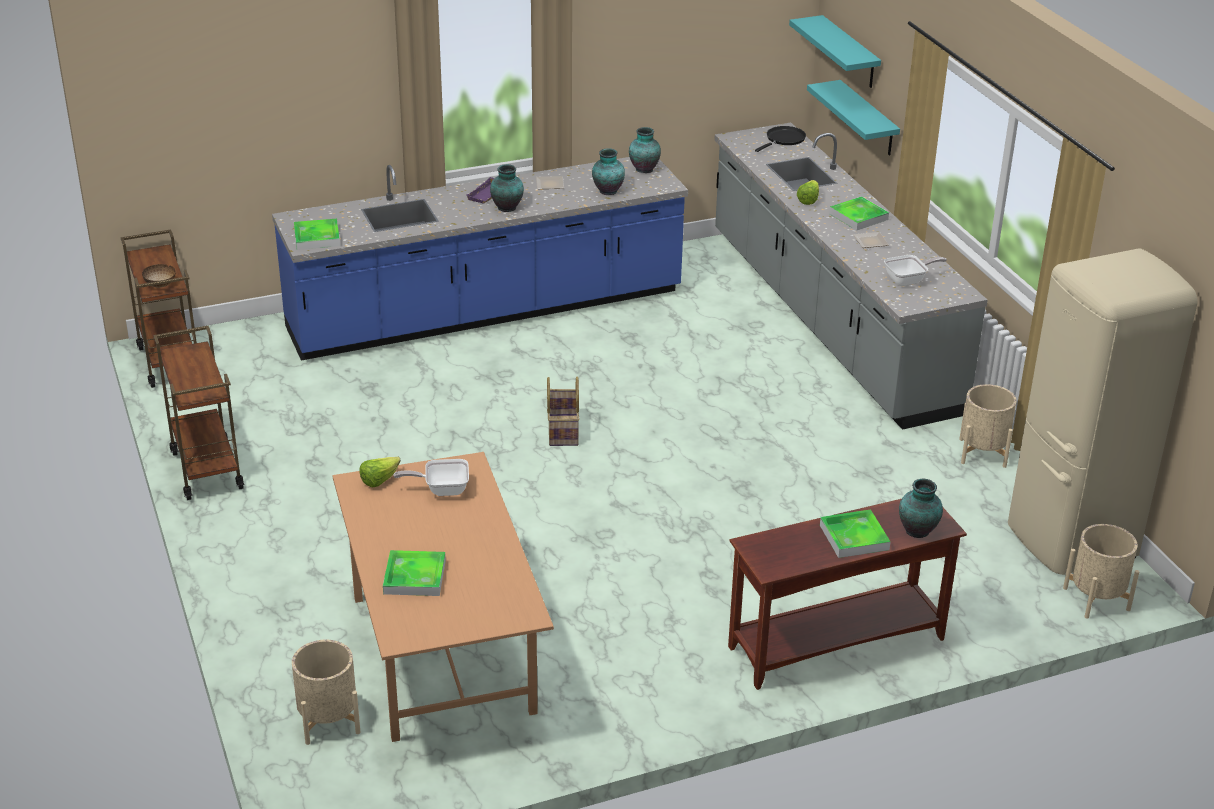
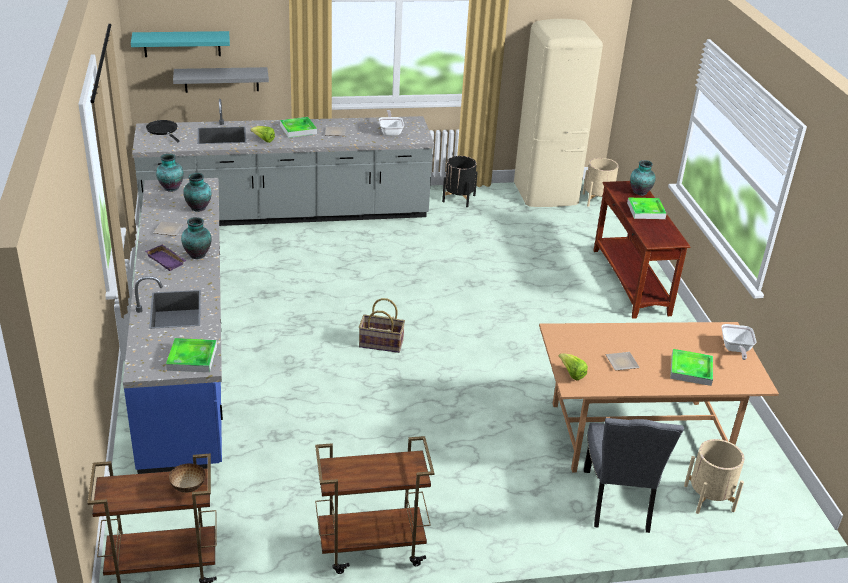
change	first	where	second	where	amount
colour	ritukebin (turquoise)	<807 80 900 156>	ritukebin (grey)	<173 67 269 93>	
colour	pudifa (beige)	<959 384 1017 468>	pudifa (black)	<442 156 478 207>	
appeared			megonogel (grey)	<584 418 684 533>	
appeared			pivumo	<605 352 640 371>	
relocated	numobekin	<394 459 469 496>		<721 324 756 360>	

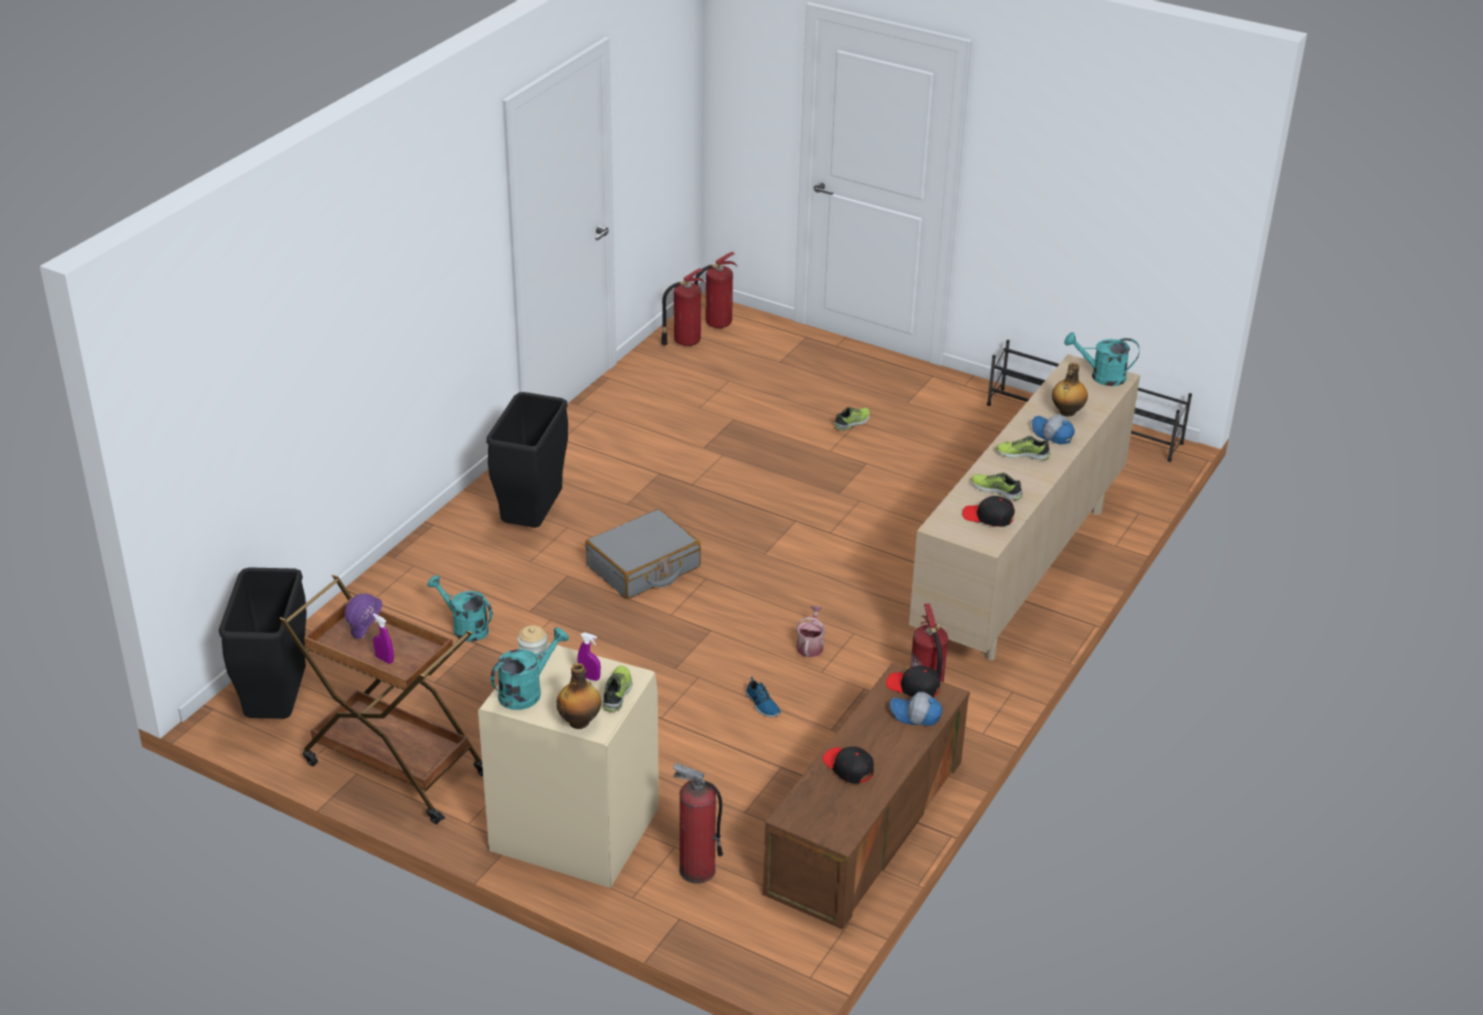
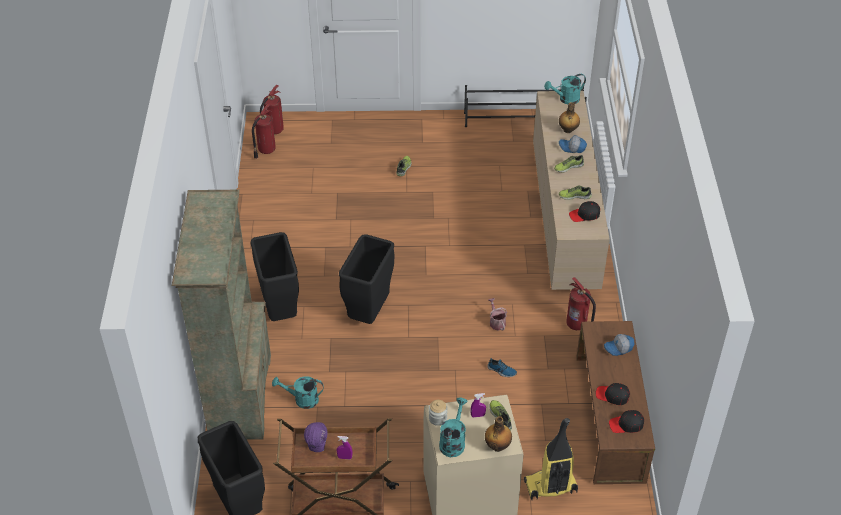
change	first	where	second	where	amount
appeared			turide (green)	<172 190 271 440>	
exchanged	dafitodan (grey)	<585 509 701 599>	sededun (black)	<339 234 394 324>	
exchanged	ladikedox	<673 763 723 884>	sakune	<524 418 578 500>	
relocated	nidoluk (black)	<886 665 940 697>		<609 410 644 433>	

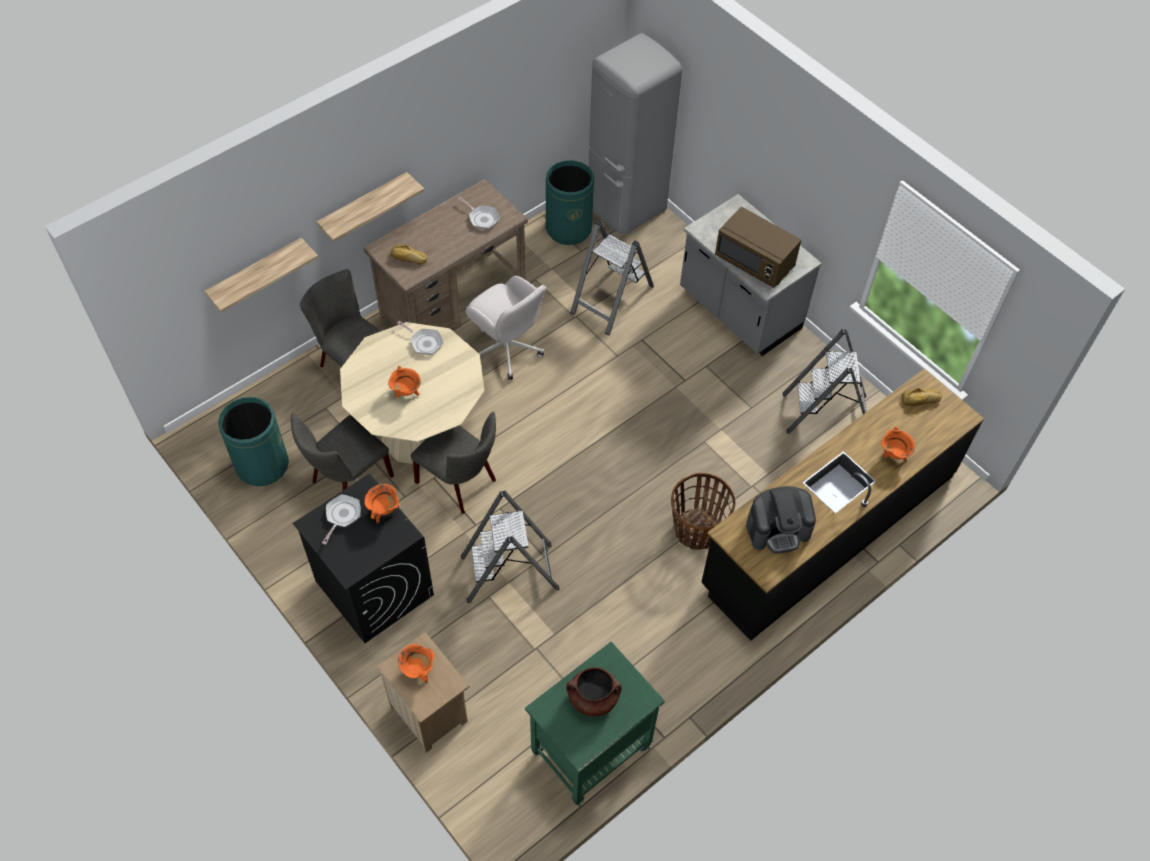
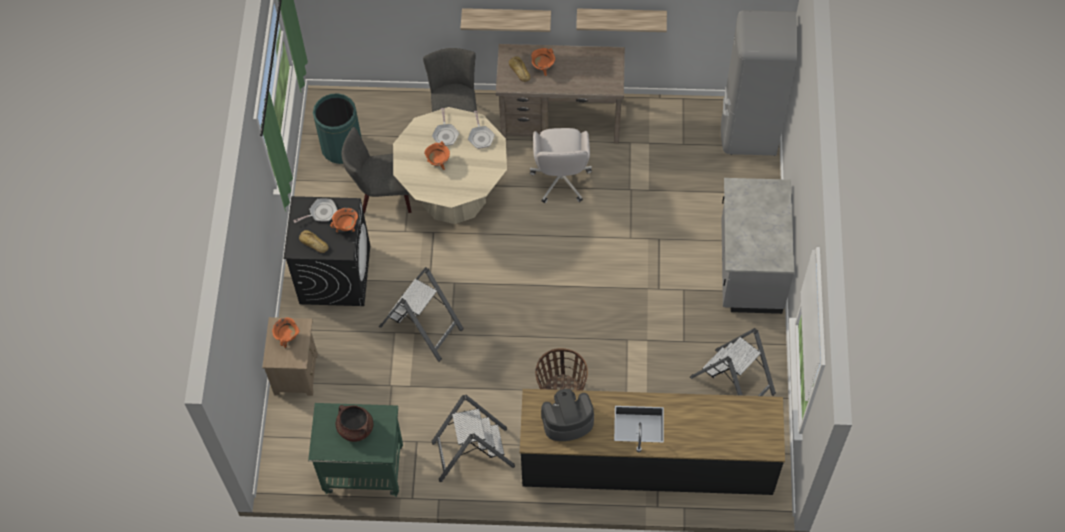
change	first	where	second	where	amount
relocated	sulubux	<902 388 942 406>		<299 230 329 253>	
relocated	numobekin	<457 197 500 230>		<432 108 459 146>	
relocated	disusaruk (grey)	<570 220 654 336>		<432 395 515 482>	
relocated	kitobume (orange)	<881 426 915 462>		<531 48 555 76>	
spun	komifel	<746 486 816 553>		<541 389 594 441>	135 degrees clockwise
relocated	ritukebin	<204 238 318 312>		<576 9 667 32>	
missing	megonogel (grey)	<410 412 496 514>			
missing	sededun (green)	<546 160 594 245>			
missing	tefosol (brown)	<715 207 801 288>			

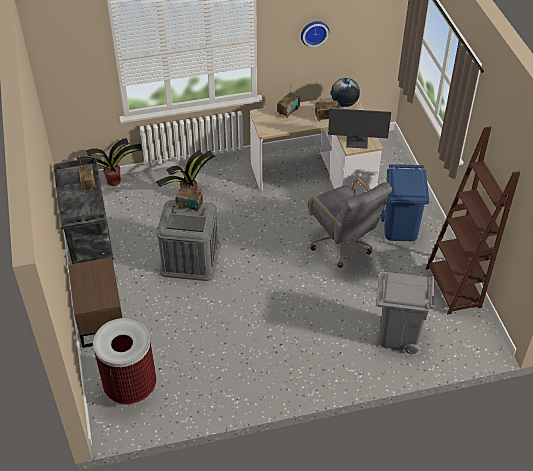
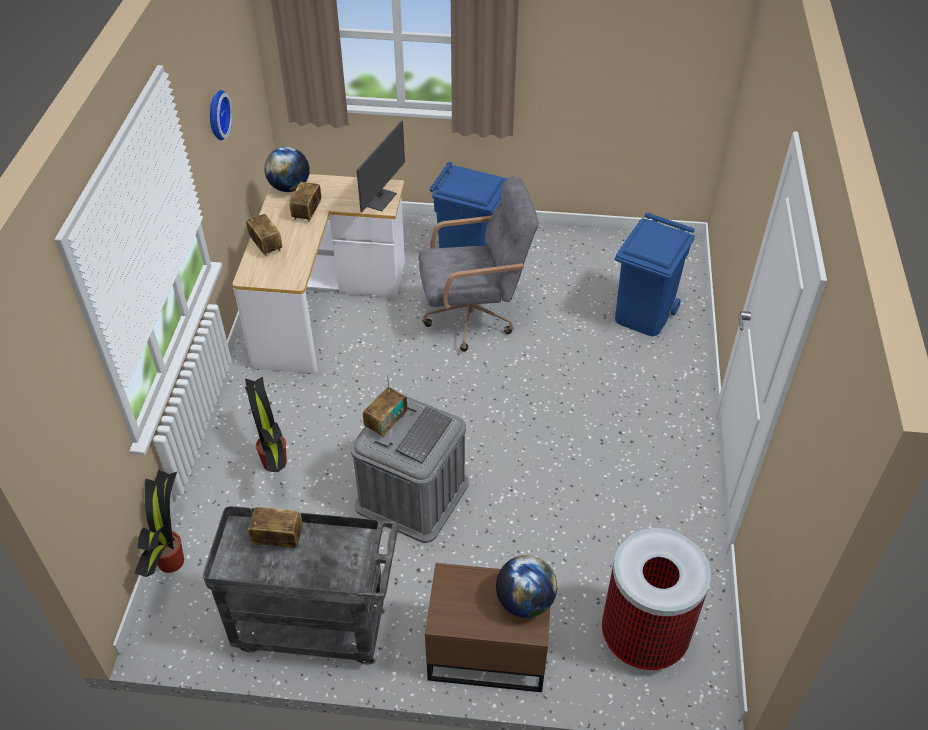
change	first	where	second	where	amount
appeared			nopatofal	<496 555 557 618>	
colour	sededun (grey)	<376 272 435 354>	sededun (blue)	<615 213 695 336>	
missing	turide (brown)	<425 126 520 314>			

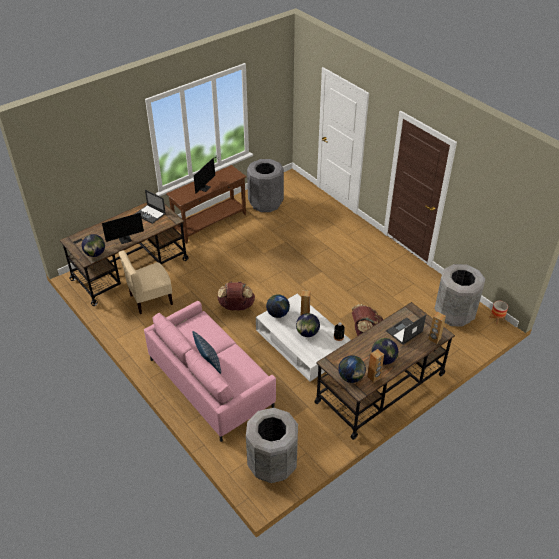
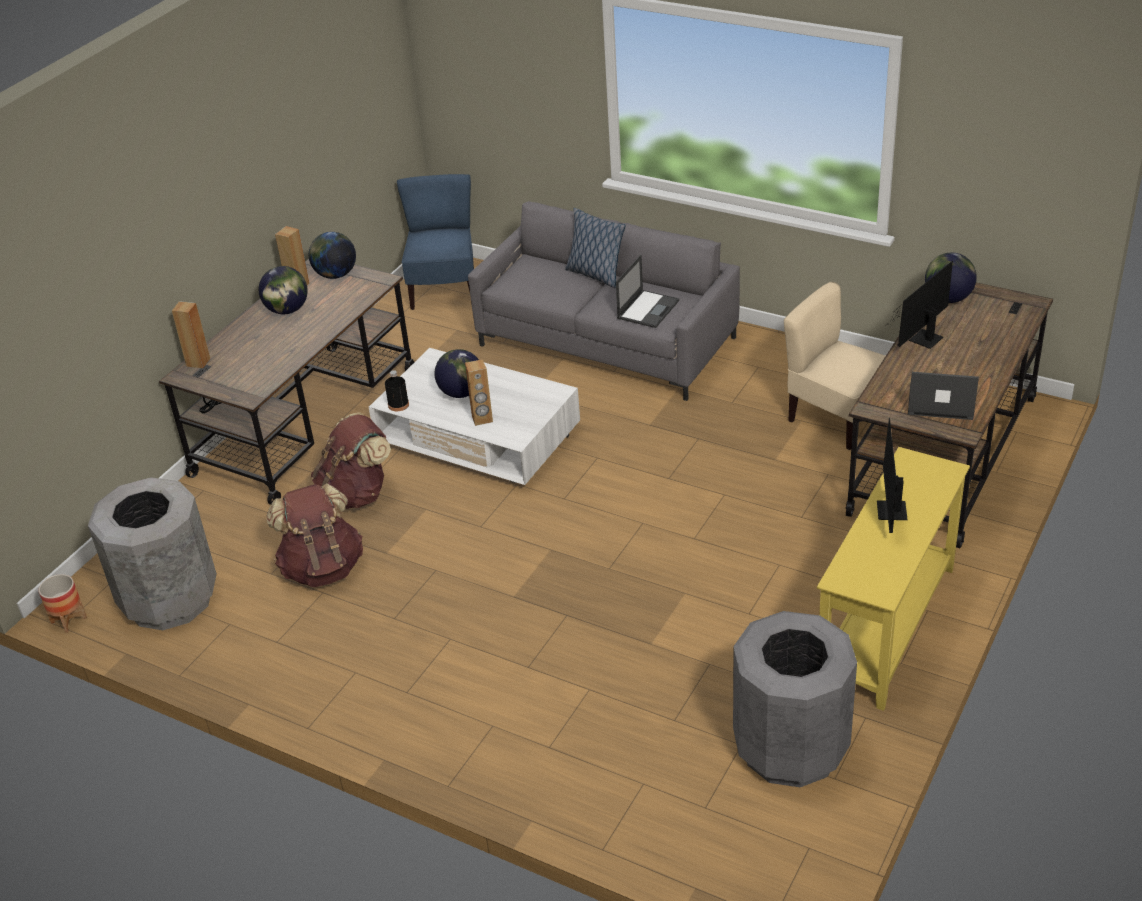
change	first	where	second	where	amount
relocated	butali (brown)	<217 281 255 310>		<267 483 363 587>	
exchanged	sededun (grey)	<246 408 298 483>	megonogel (blue)	<397 174 474 310>	
colour	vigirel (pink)	<144 301 276 442>	vigirel (grey)	<468 201 740 401>	
relocated	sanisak	<386 315 426 345>		<616 255 679 328>	
spun	megonogel (beige)	<119 251 173 314>		<784 282 885 450>	90 degrees counterclockwise
colour	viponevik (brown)	<166 165 247 244>	viponevik (yellow)	<817 447 970 711>	
missing	nopatofal	<266 294 290 318>			

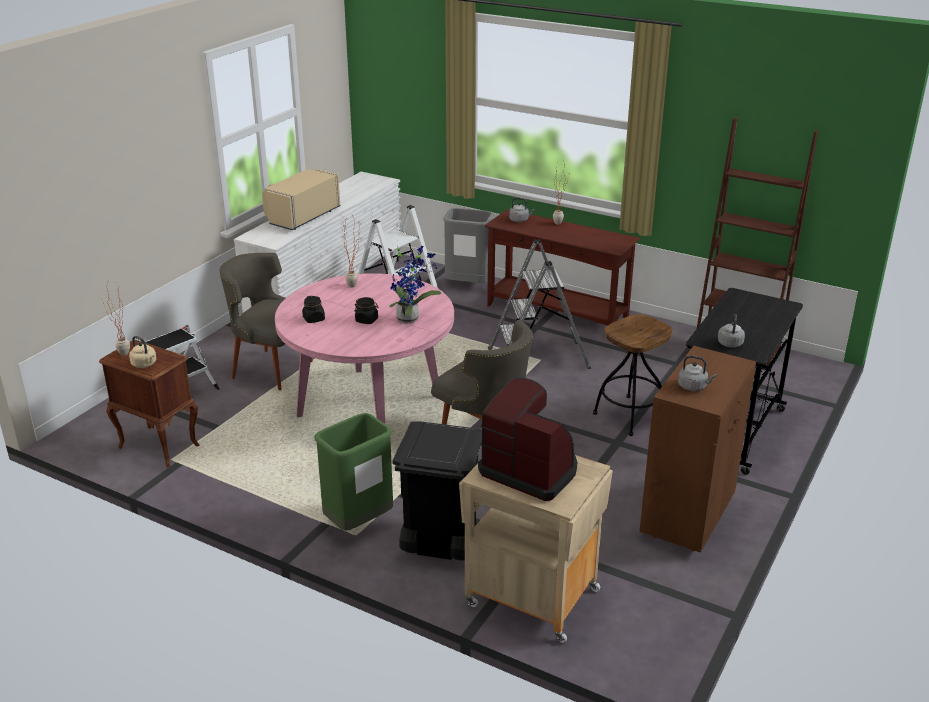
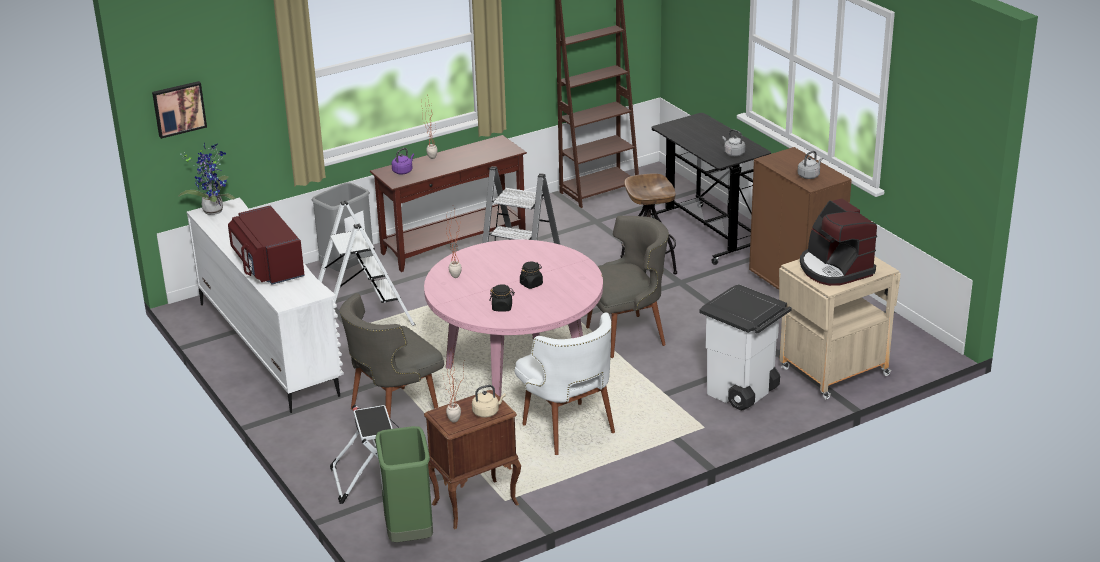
change	first	where	second	where	amount
appeared			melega	<152 81 207 139>	
relocated	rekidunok	<389 245 442 323>		<179 142 235 215>	
colour	tefosol (beige)	<262 169 340 230>	tefosol (red)	<228 205 305 284>	
relocated	sededun (green)	<314 413 393 531>		<375 426 433 542>	
colour	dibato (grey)	<509 198 534 222>	dibato (purple)	<391 148 414 174>	
appeared			megonogel (white)	<514 313 615 455>	
colour	sededun (black)	<392 421 482 560>	sededun (white)	<700 284 792 411>	
spun	komifel	<478 378 577 501>		<800 198 877 286>	90 degrees counterclockwise

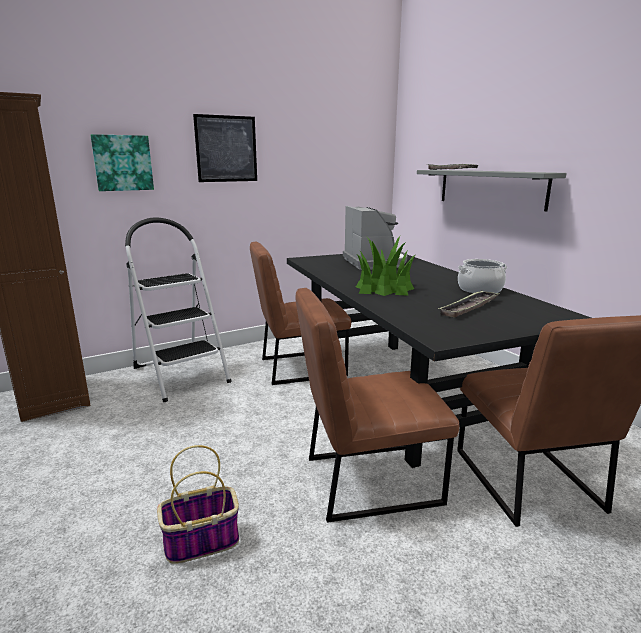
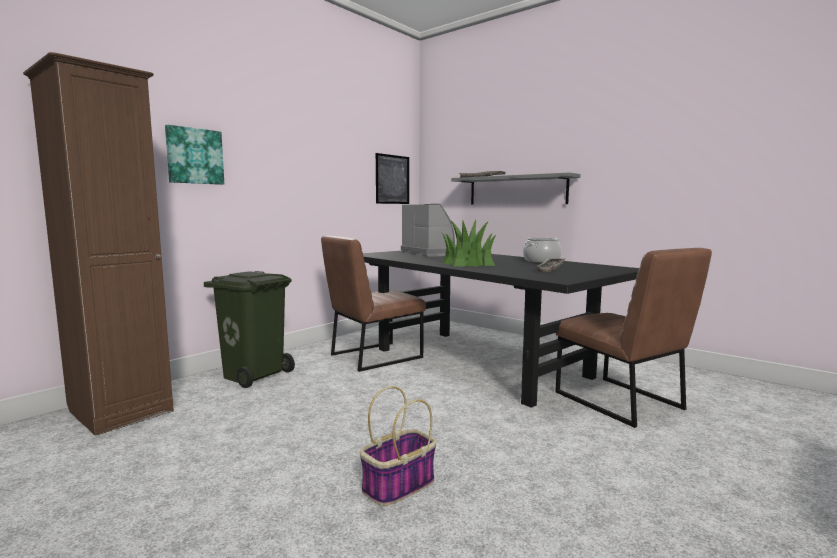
change	first	where	second	where	amount
exchanged	disusaruk	<125 218 232 402>	sededun (green)	<204 271 295 388>	
relocated	melega	<193 114 257 182>		<376 153 409 204>	
missing	megonogel (brown)	<296 288 459 523>			

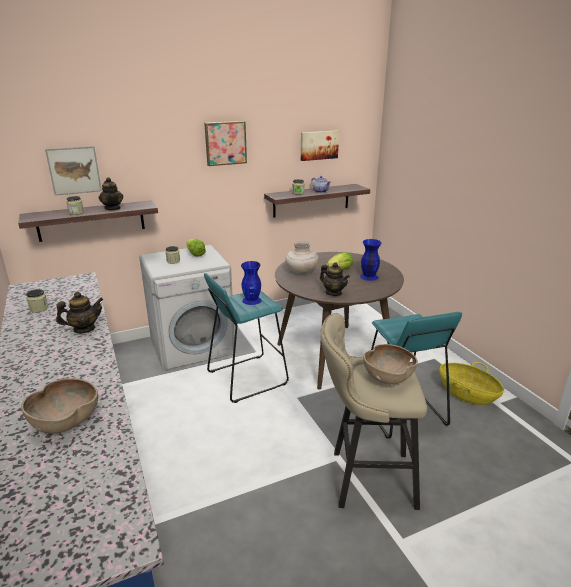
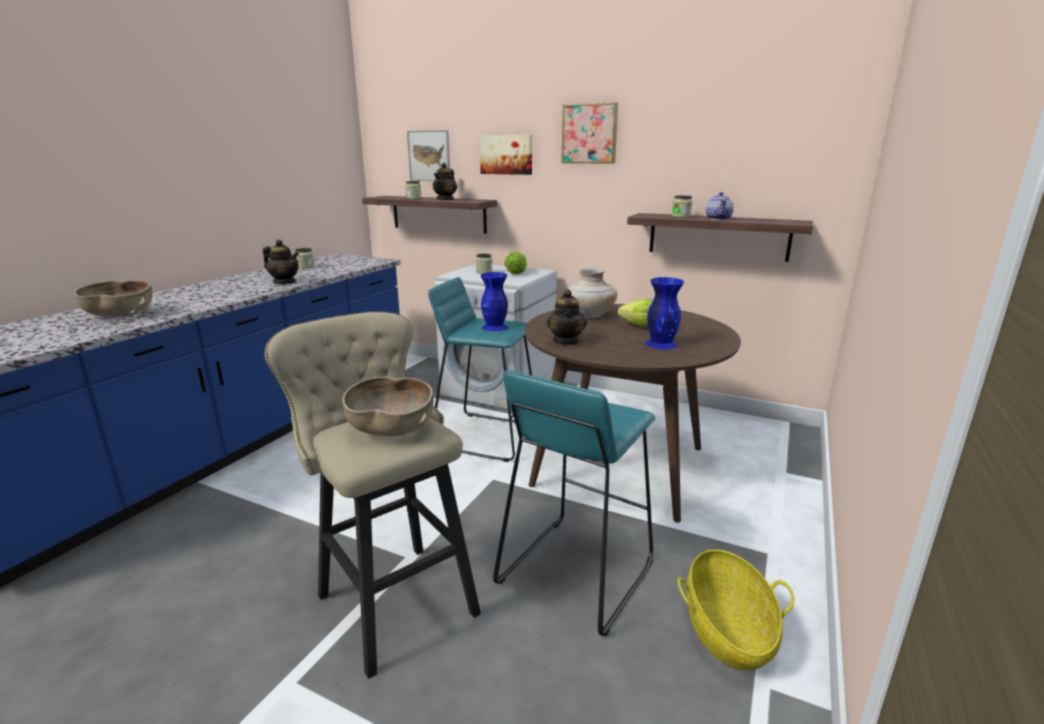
change	first	where	second	where	amount
relocated	melega	<301 130 339 161>		<480 135 532 175>	

